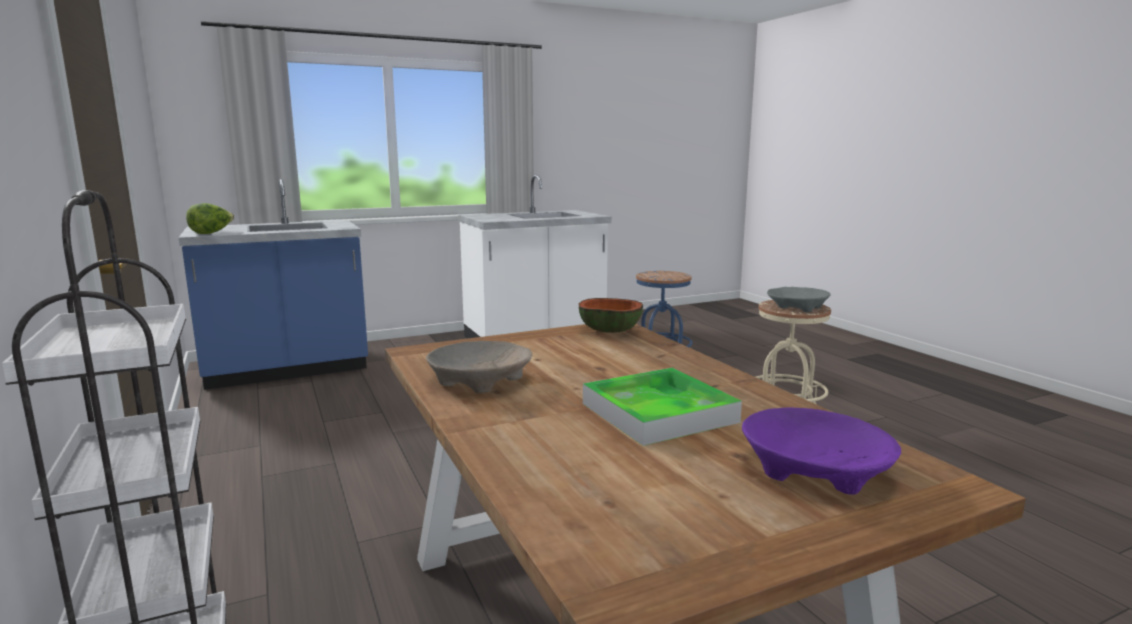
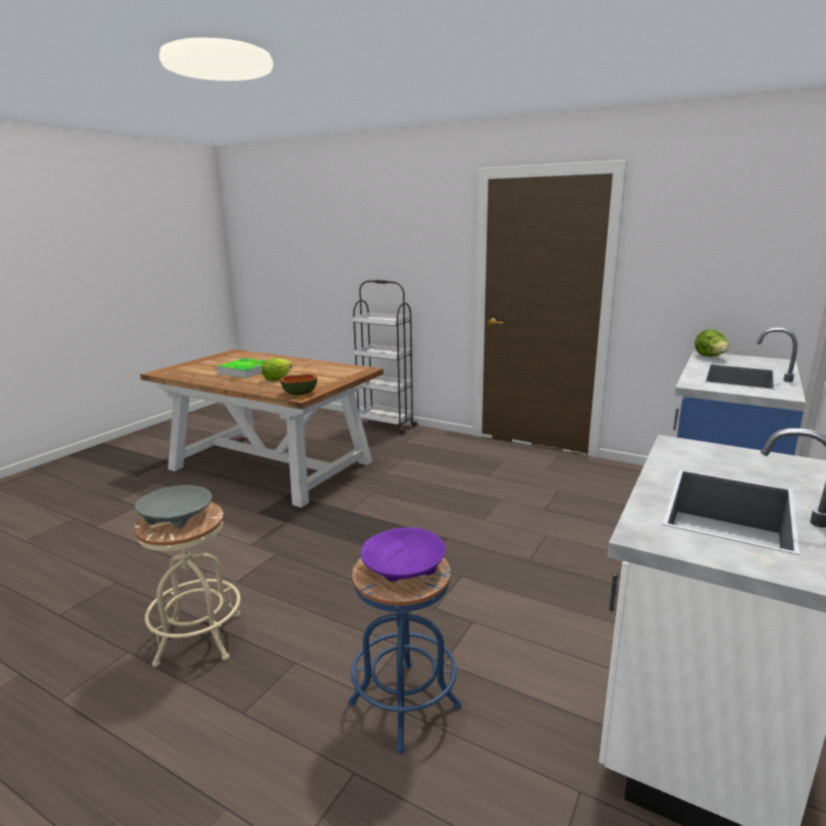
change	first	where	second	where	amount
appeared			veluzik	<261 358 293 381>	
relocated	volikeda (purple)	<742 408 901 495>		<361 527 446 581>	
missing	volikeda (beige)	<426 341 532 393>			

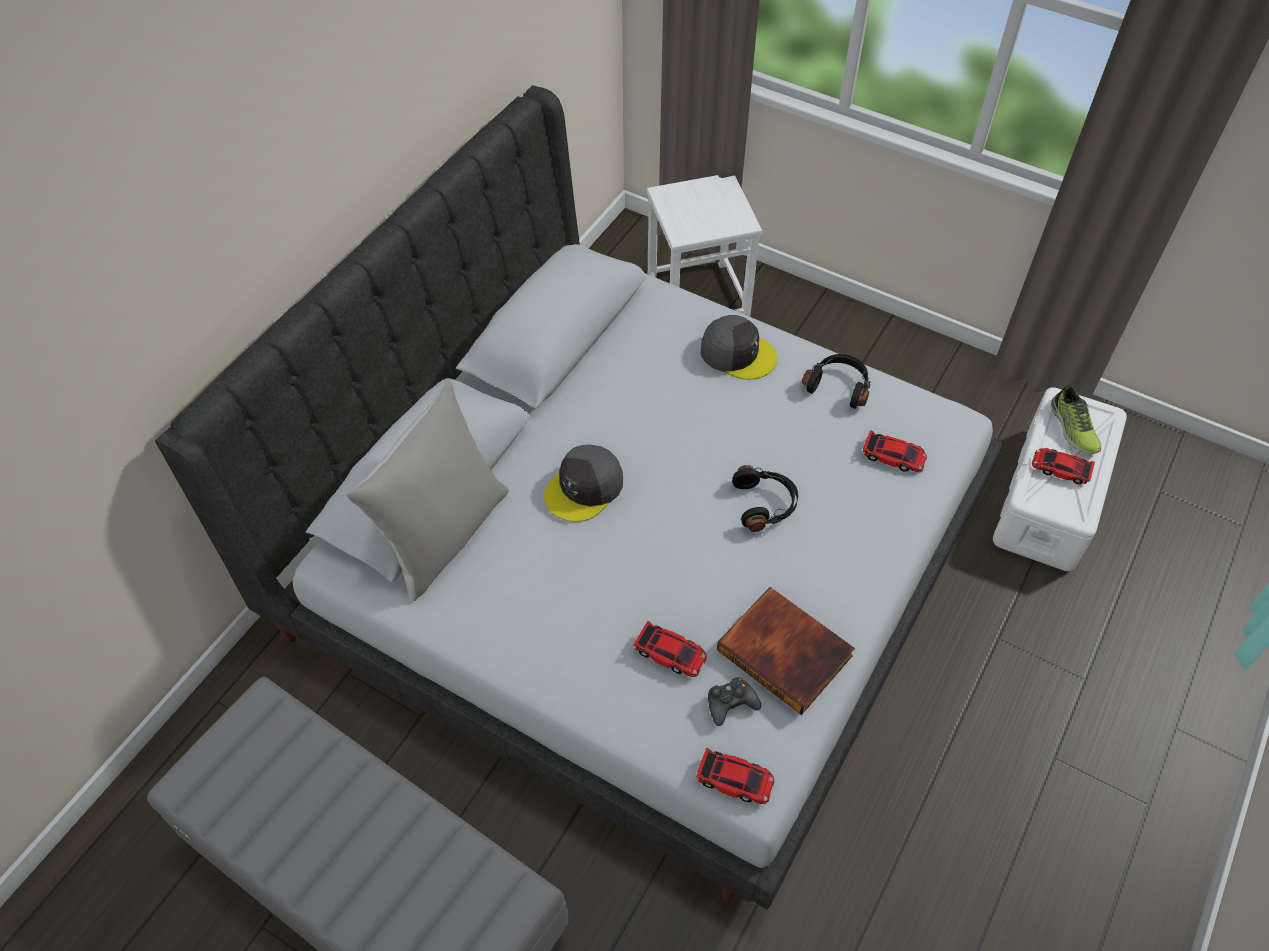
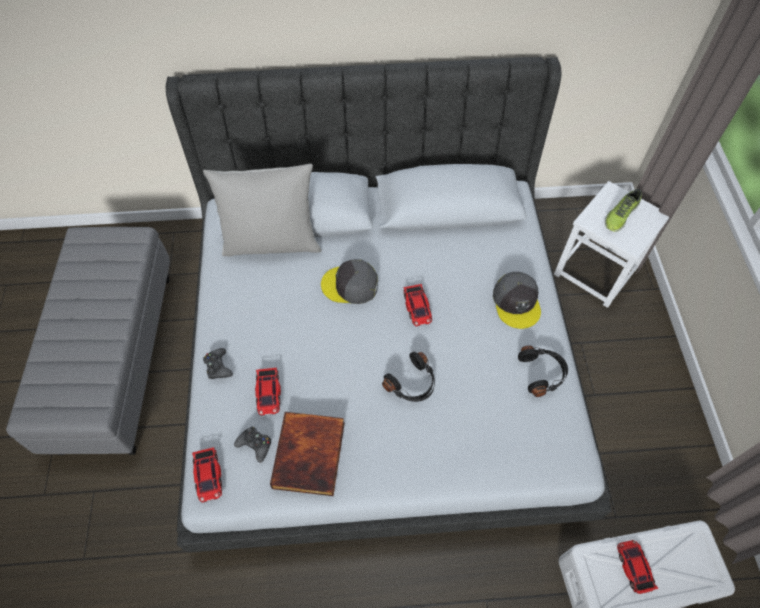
change	first	where	second	where	amount
appeared			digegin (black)	<203 348 233 379>	
relocated	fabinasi	<863 430 927 472>		<403 284 432 326>	
relocated	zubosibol	<1051 385 1101 454>		<605 189 642 232>	

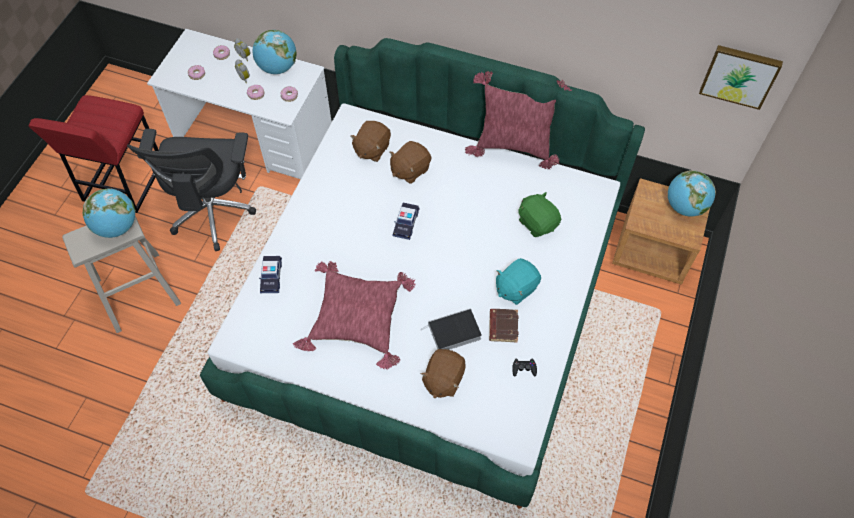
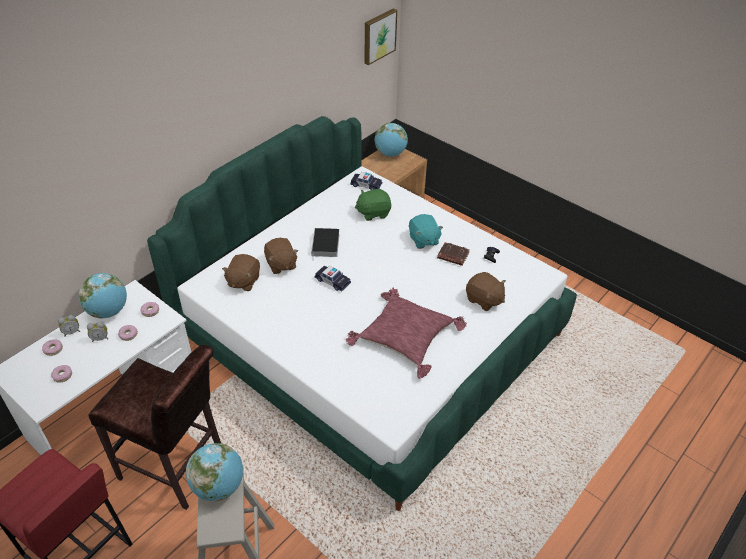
change	first	where	second	where	amount
exchanged	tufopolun	<127 129 256 251>	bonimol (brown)	<88 345 221 510>	
spun	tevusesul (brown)	<350 121 391 162>		<222 254 260 291>	60 degrees clockwise
relocated	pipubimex	<422 308 482 350>		<311 228 339 261>	
relocated	fabinasi	<259 256 282 293>		<350 172 382 190>	
missing	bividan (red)	<464 71 572 170>			

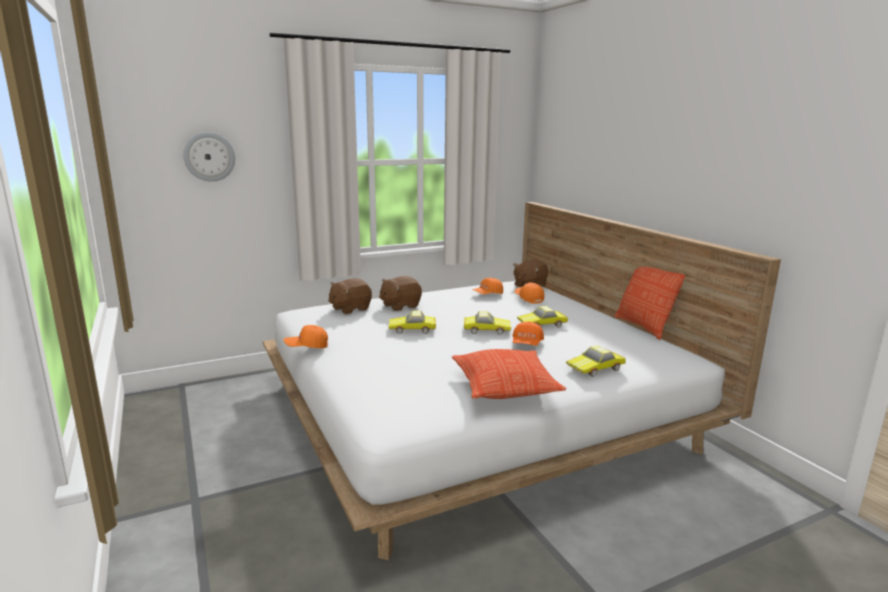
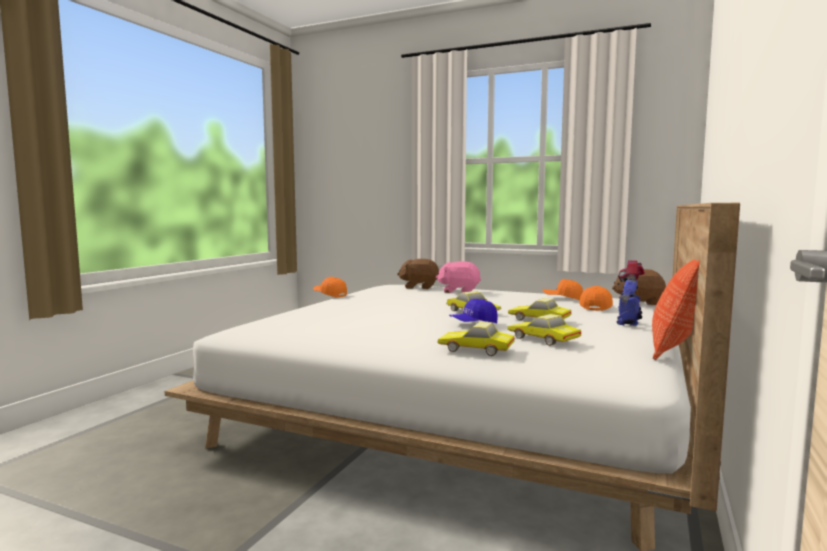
change	first	where	second	where	amount
colour	tevusesul (brown)	<379 276 422 311>	tevusesul (pink)	<436 261 481 293>	
colour	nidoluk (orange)	<513 322 544 346>	nidoluk (blue)	<449 299 498 324>	
relocated	fabinasi	<389 311 436 334>		<507 314 581 346>	
appeared			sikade	<616 260 645 326>	
missing	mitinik	<183 132 235 182>			
missing	bividan (orange)	<452 349 566 399>			

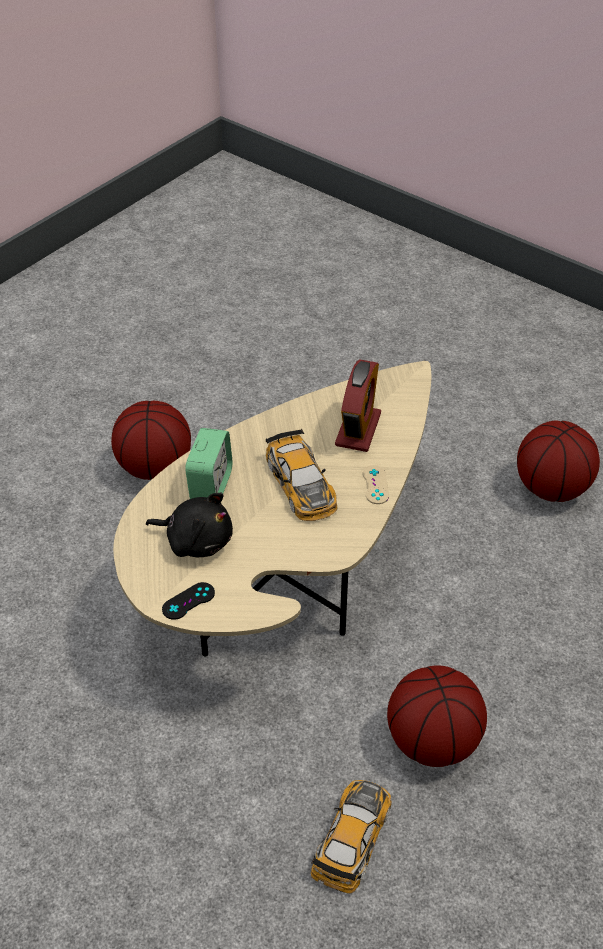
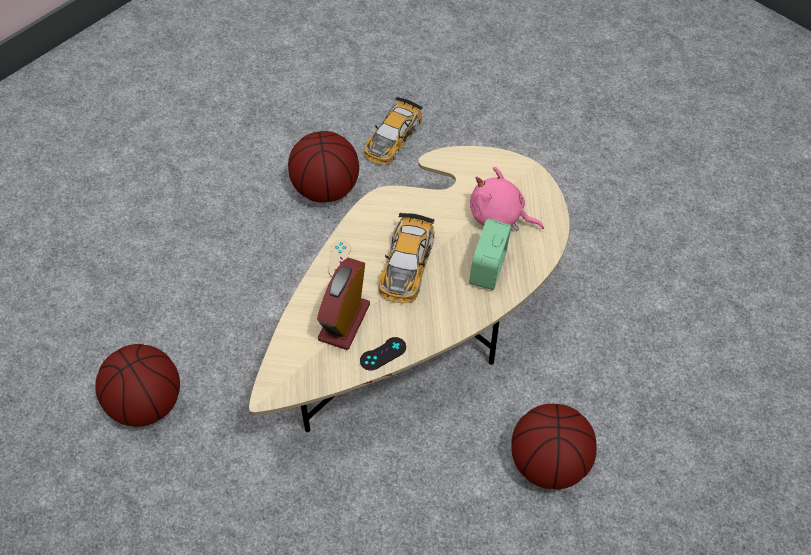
change	first	where	second	where	amount
relocated	digegin (black)	<162 582 215 620>		<360 337 406 371>	
spun	fabinasi	<266 429 338 521>		<379 212 434 304>	150 degrees counterclockwise
colour	tevusesul (black)	<146 493 233 557>	tevusesul (pink)	<470 167 544 231>	

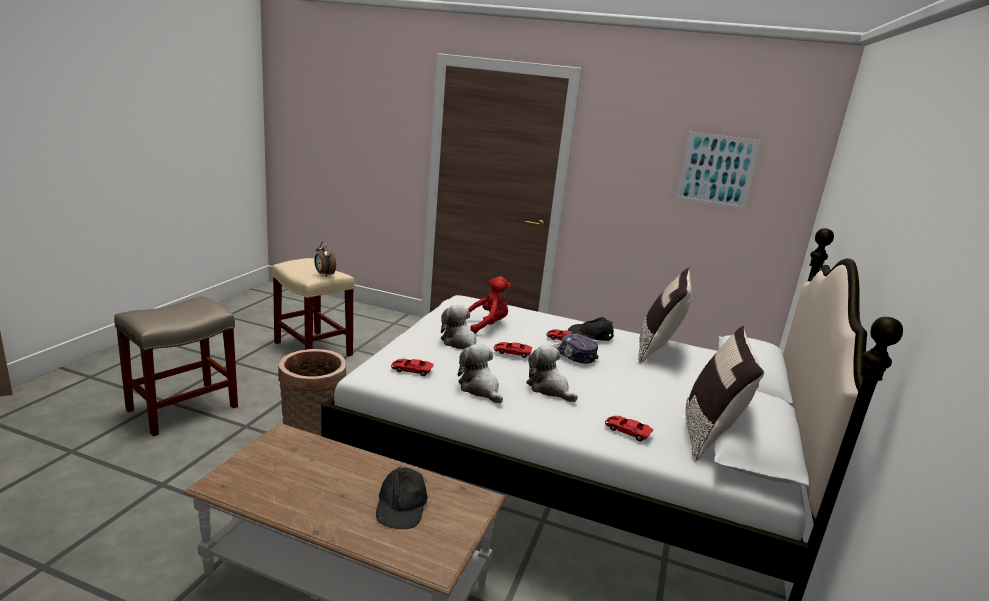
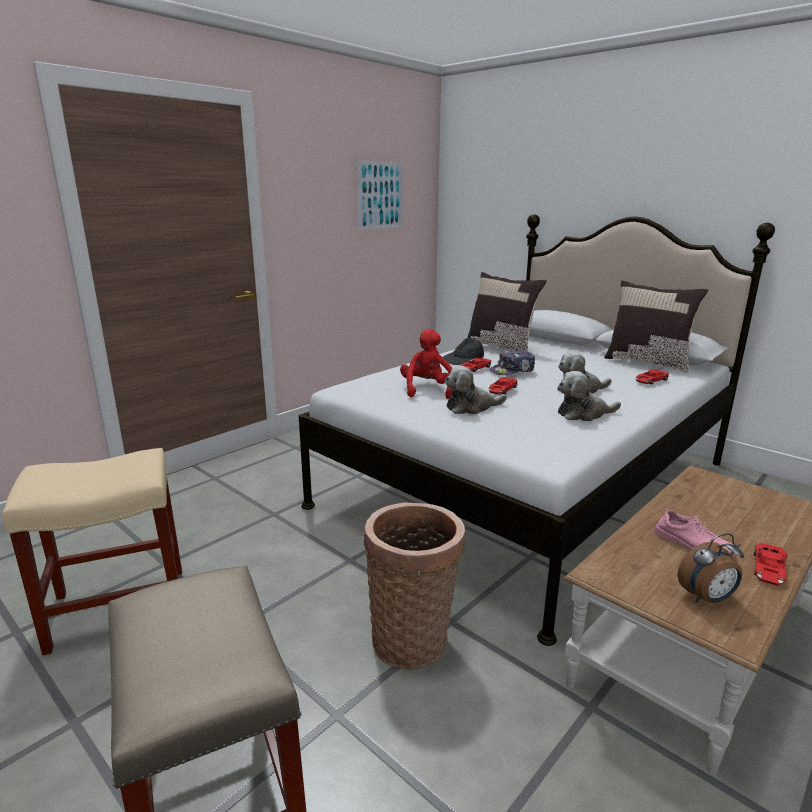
change	first	where	second	where	amount
appeared			zubosibol (pink)	<654 508 736 557>	
relocated	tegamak	<314 242 336 277>		<678 534 744 603>	
relocated	fabinasi (red)	<391 359 434 376>		<754 542 787 586>	
missing	nidoluk (black)	<376 466 427 529>			

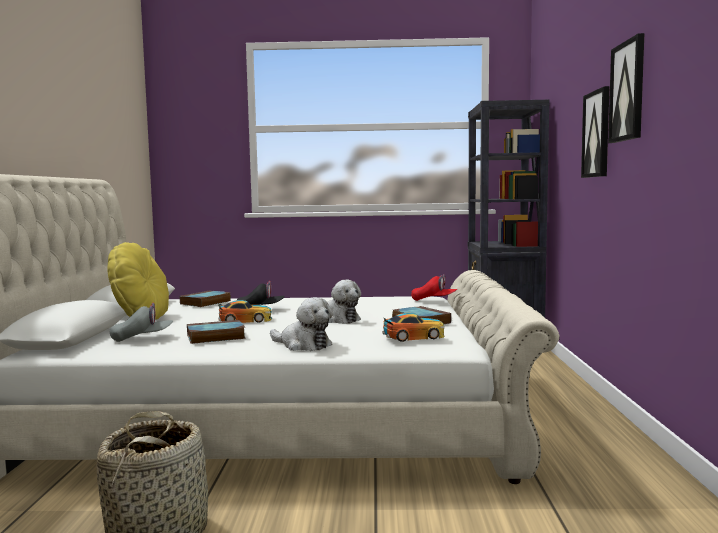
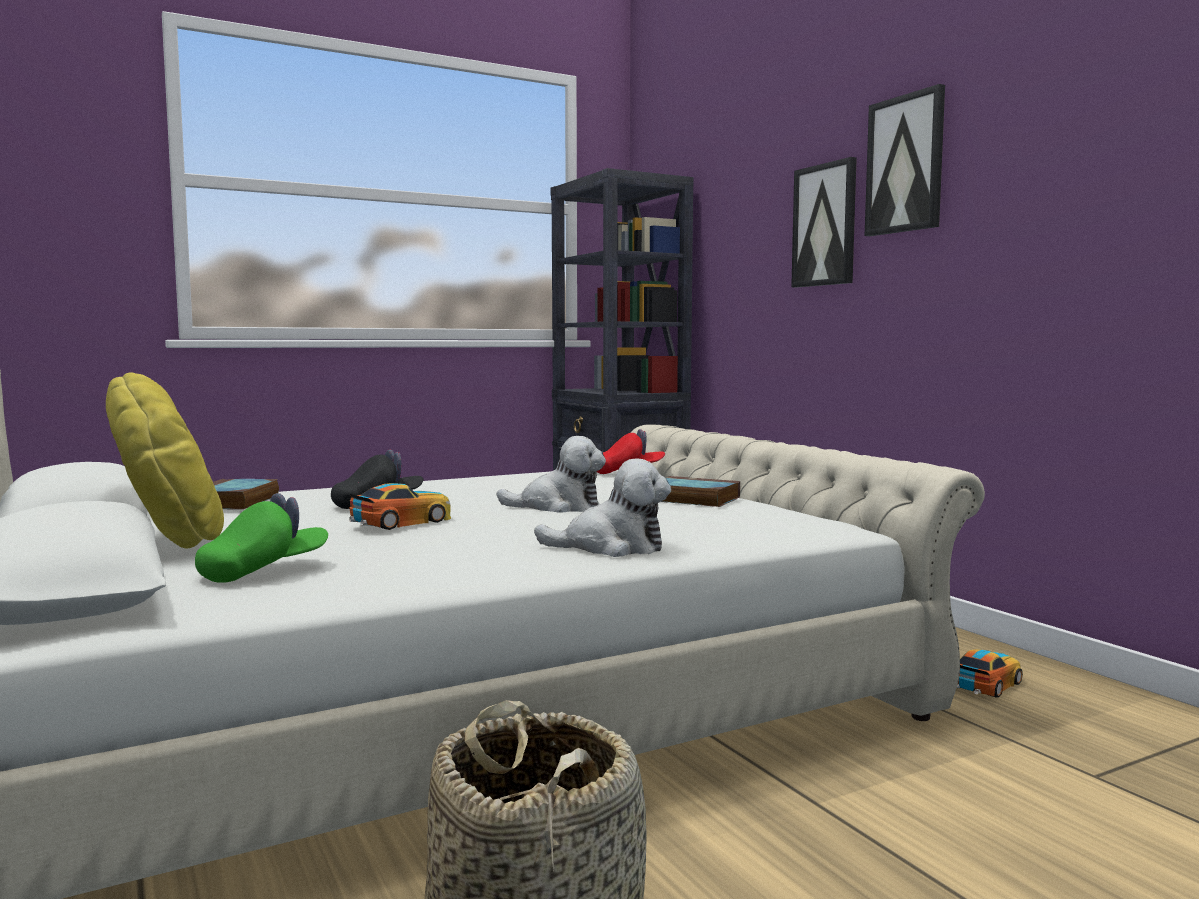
change	first	where	second	where	amount
colour	nidoluk (grey)	<110 303 173 342>	nidoluk (green)	<195 493 328 583>	
relocated	fabinasi	<382 313 444 342>		<957 649 1023 698>	
missing	pipubimex	<187 320 246 344>			

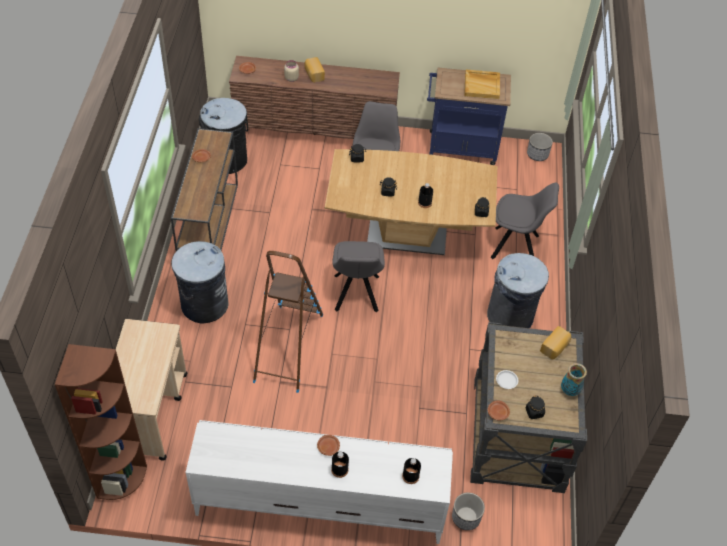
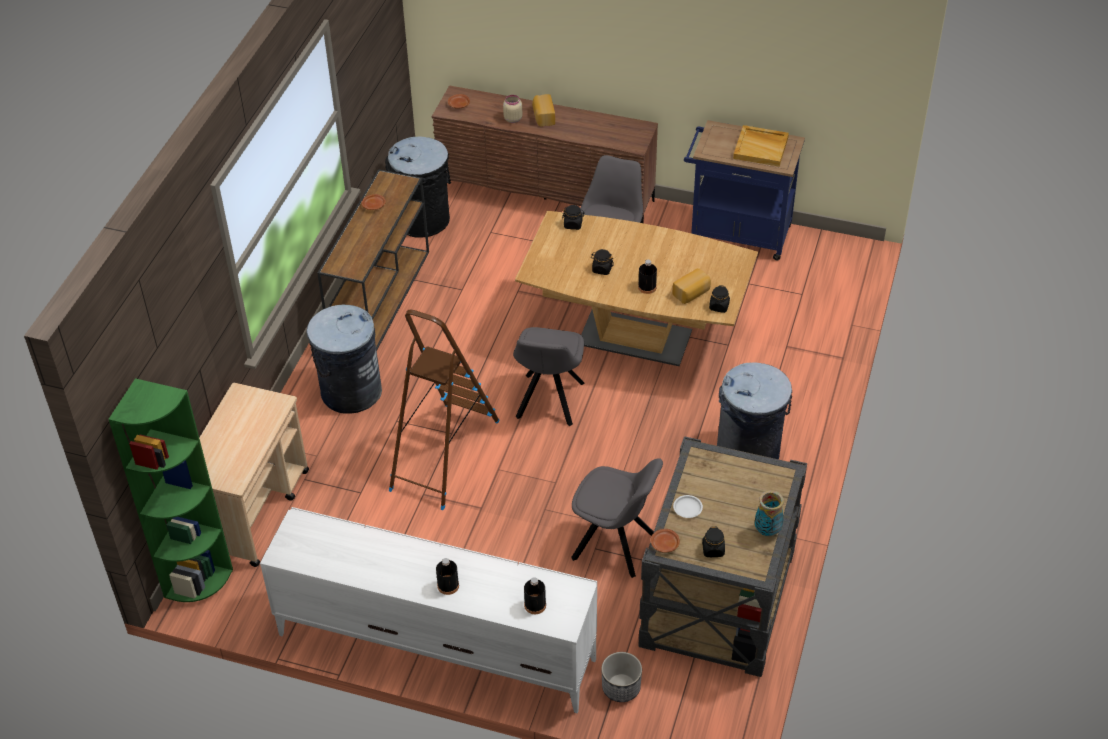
change	first	where	second	where	amount
colour	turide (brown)	<55 344 147 500>	turide (green)	<108 378 233 602>	
relocated	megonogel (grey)	<491 183 559 259>		<571 458 663 578>	
relocated	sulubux	<540 326 571 359>		<672 268 711 304>	
missing	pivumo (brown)	<317 435 340 456>			
missing	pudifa	<527 133 553 161>			

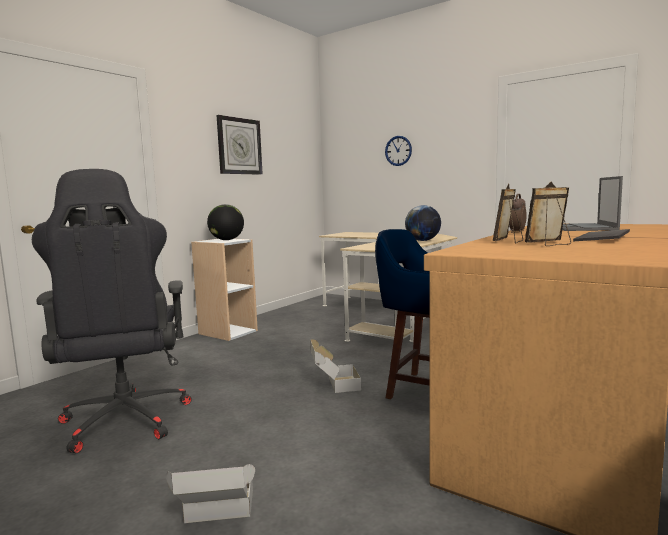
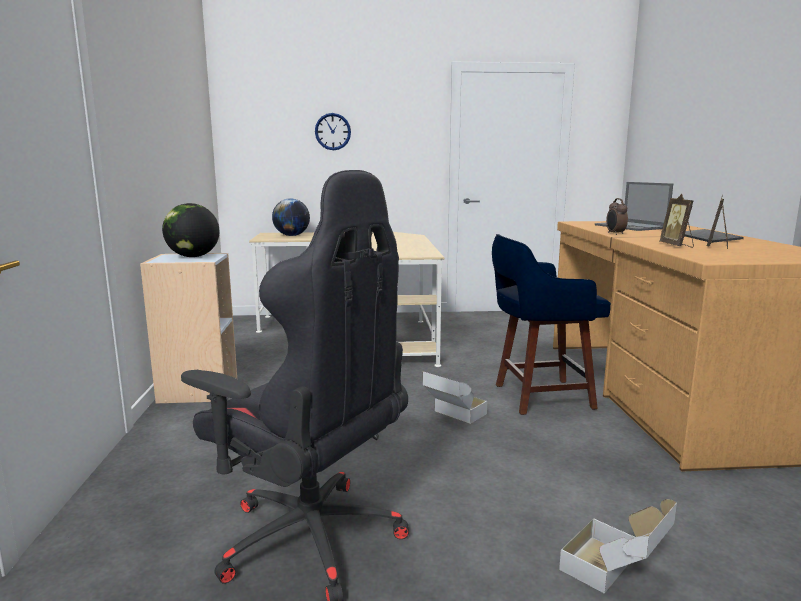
change	first	where	second	where	amount
relocated	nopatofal	<405 205 441 241>		<272 198 310 236>	
missing	mitinik	<216 115 263 175>			

